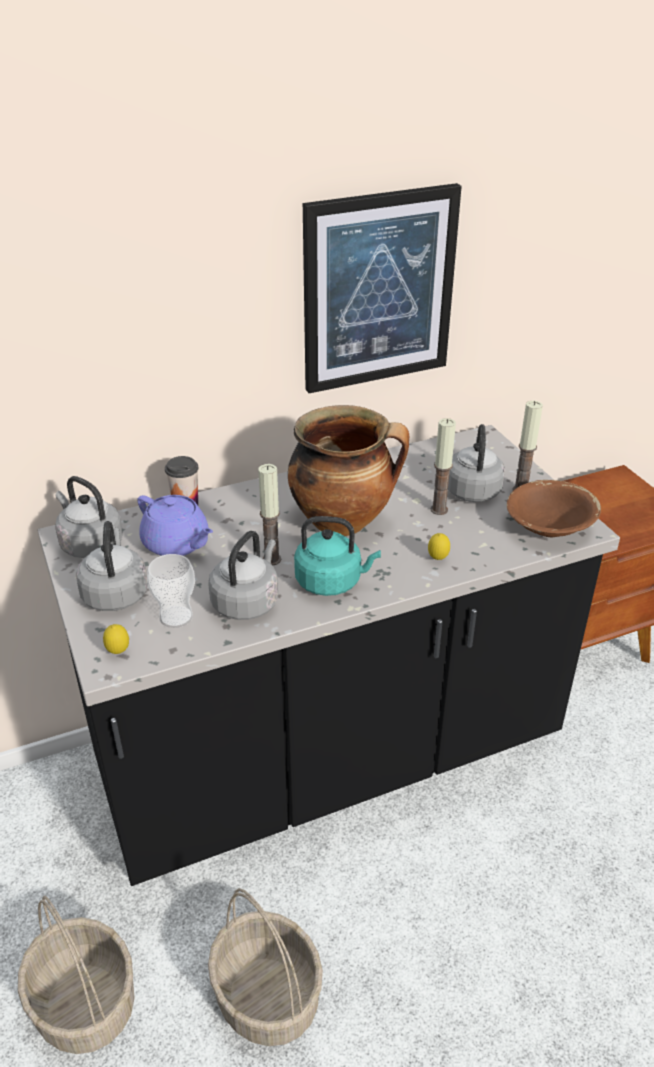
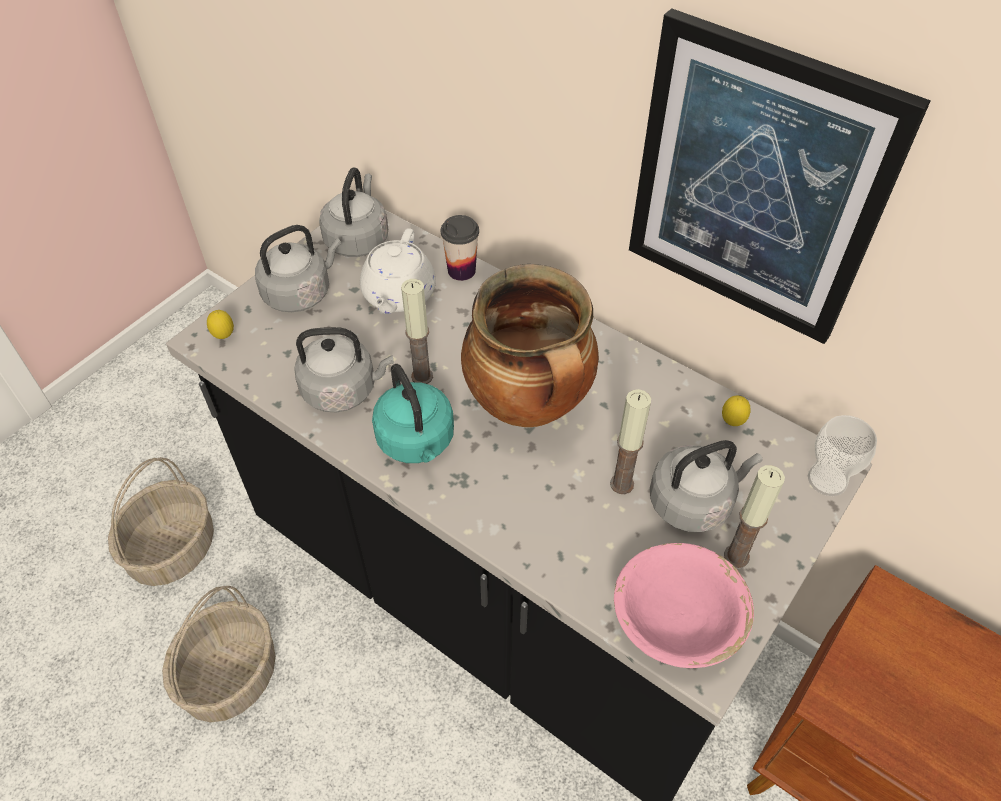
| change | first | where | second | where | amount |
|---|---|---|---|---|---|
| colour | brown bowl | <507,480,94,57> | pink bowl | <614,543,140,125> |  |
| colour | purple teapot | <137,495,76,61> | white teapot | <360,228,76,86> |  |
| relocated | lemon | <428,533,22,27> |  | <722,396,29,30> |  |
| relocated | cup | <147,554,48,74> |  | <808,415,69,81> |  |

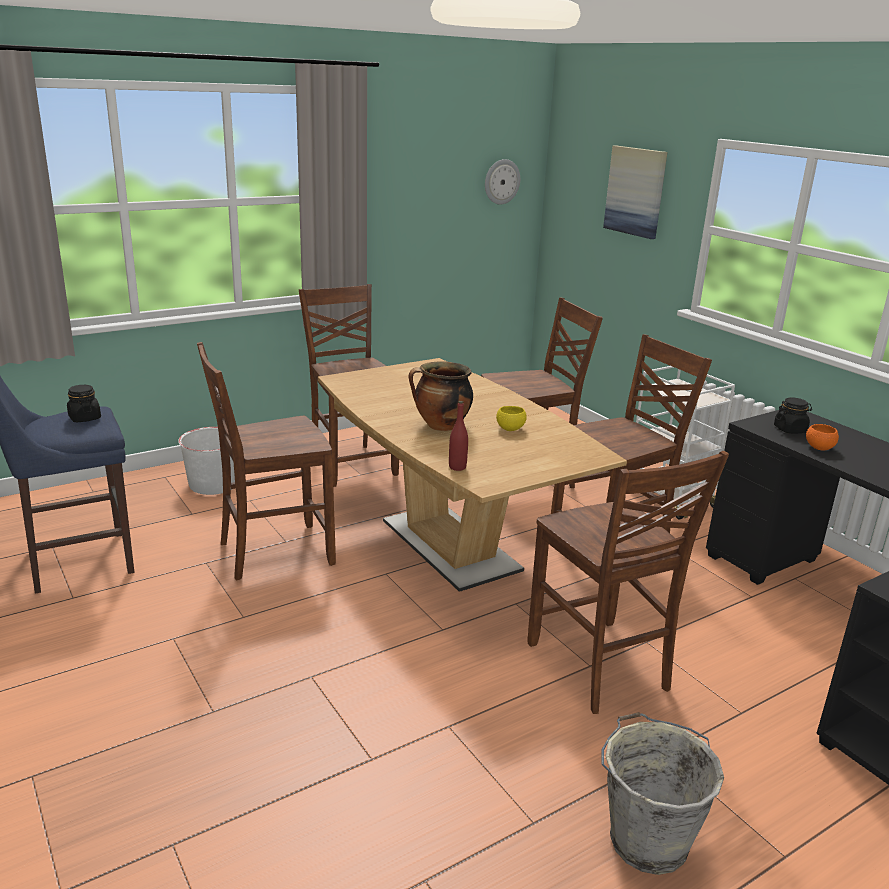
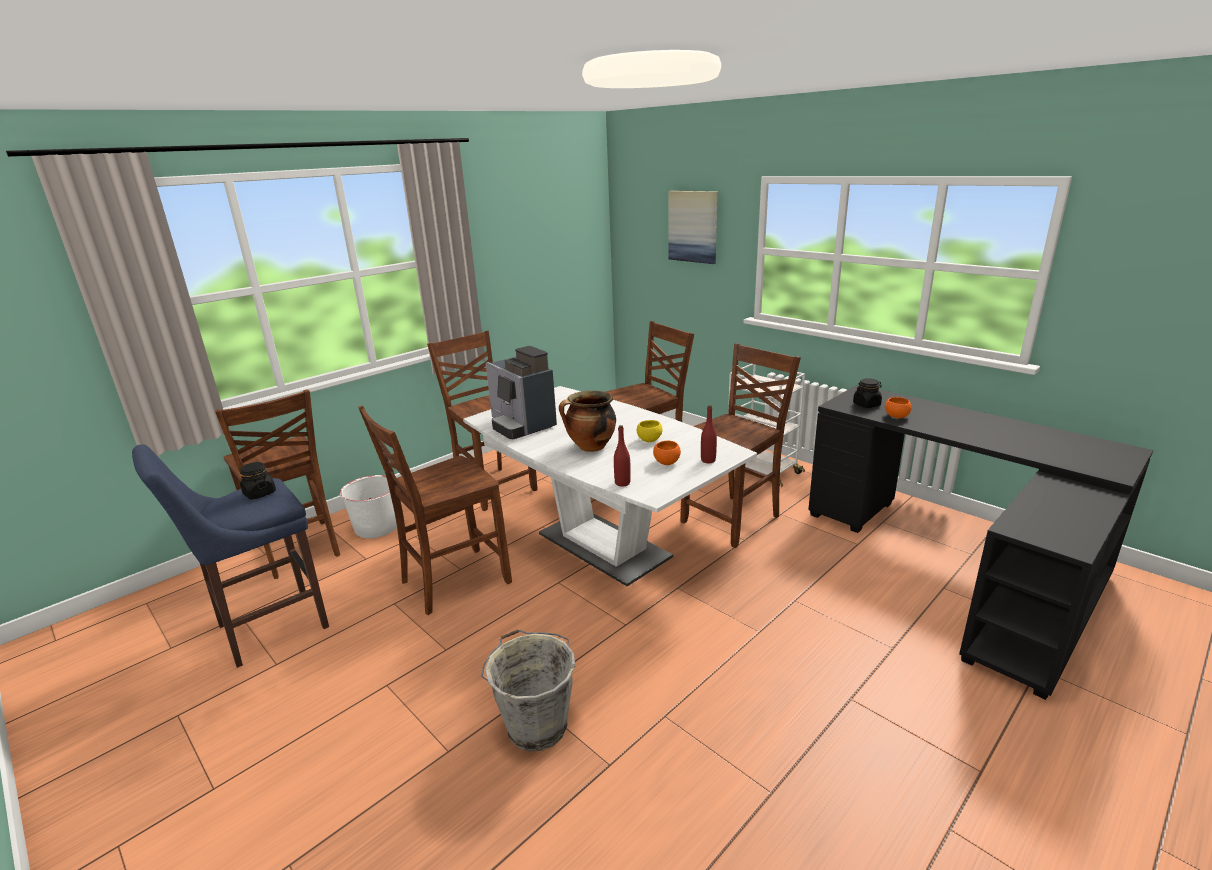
| change | first | where | second | where | amount |
|---|---|---|---|---|---|
| missing | wall clock | <485,159,35,45> |  |  |  |
| colour | brown dining table | <318,358,309,234> | white dining table | <463,386,294,200> |  |
| relocated | brown chair | <527,451,202,263> |  | <215,389,125,190> |  |
| relocated | grey bucket | <602,712,122,163> |  | <481,629,94,122> |  |
| appeared |  |  | coffee machine | <486,346,71,94> |  |
| appeared |  |  | red bottle | <701,405,16,58> |  |
| appeared |  |  | orange bowl | <653,441,28,24> |  |

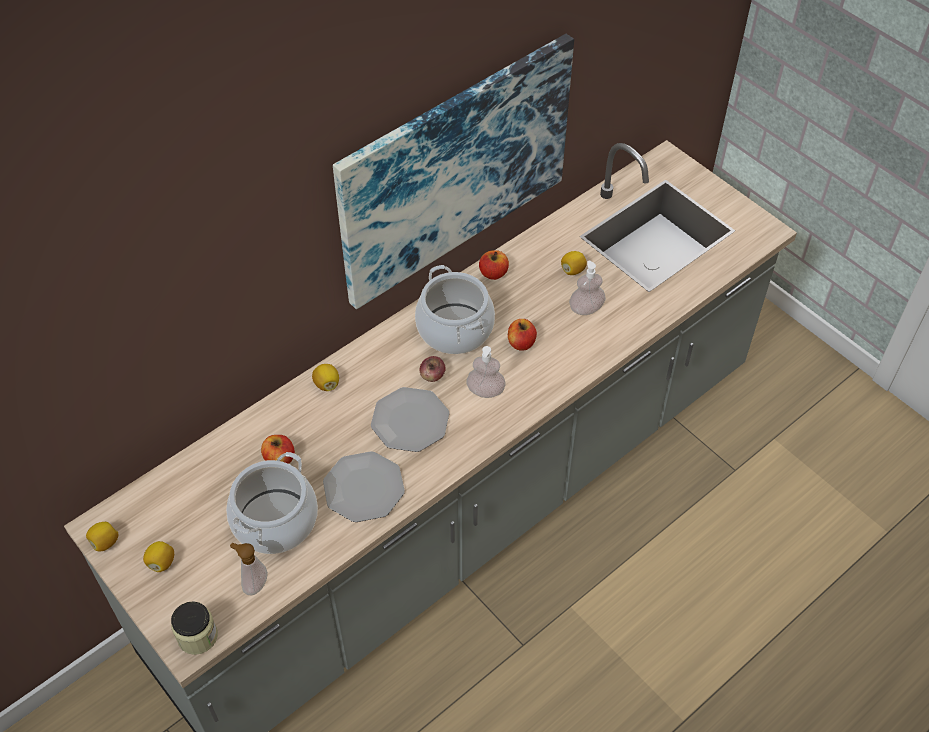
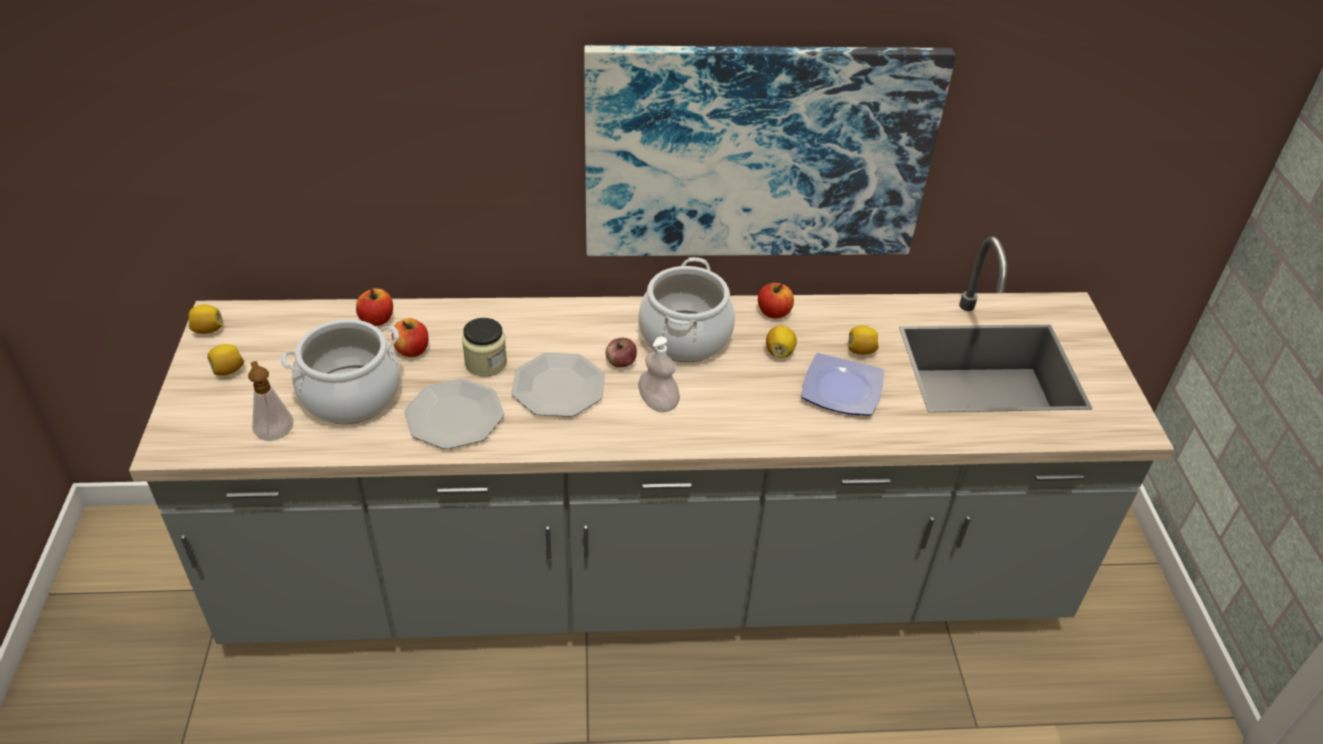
| change | first | where | second | where | amount |
|---|---|---|---|---|---|
| exchanged | soap dispenser | <569,260,37,55> | plate | <801,353,83,63> |  |
| relocated | apple | <508,319,29,32> |  | <356,288,37,38> |  |
| relocated | lemon | <312,364,27,27> |  | <766,326,31,32> |  |
| relocated | jar | <171,602,47,53> |  | <462,318,45,59> |  |

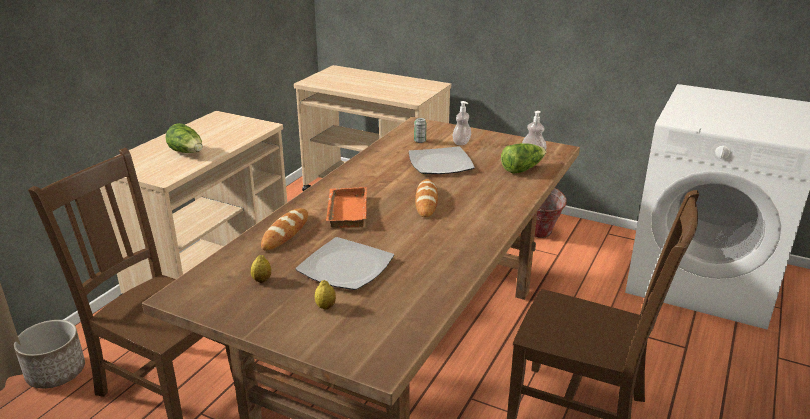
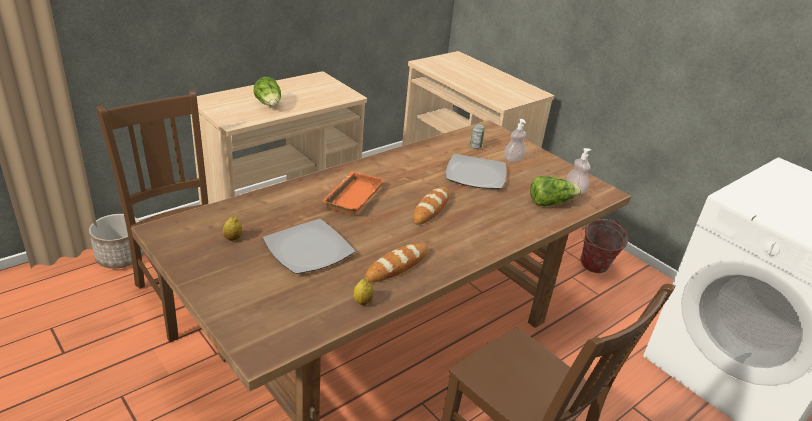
| change | first | where | second | where | amount |
|---|---|---|---|---|---|
| relocated | bread | <261,208,47,43> |  | <365,243,63,39> |  |
| relocated | lemon | <315,280,21,30> |  | <353,278,21,27> |  |

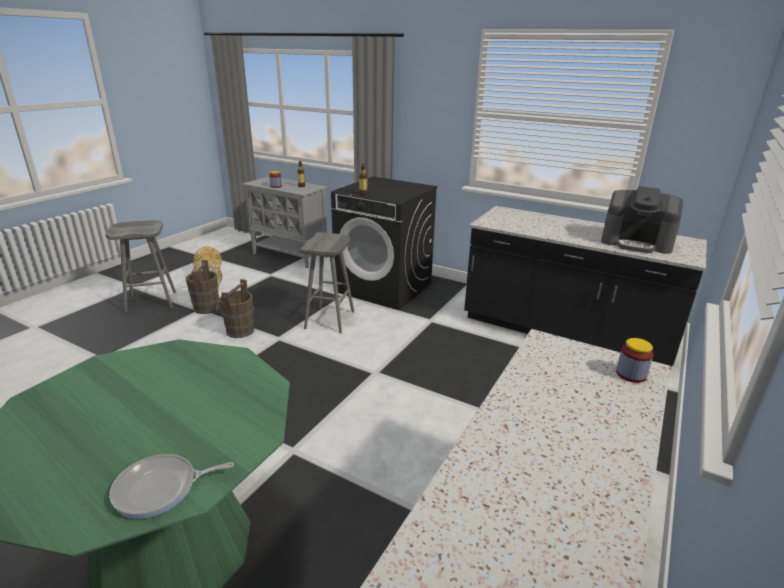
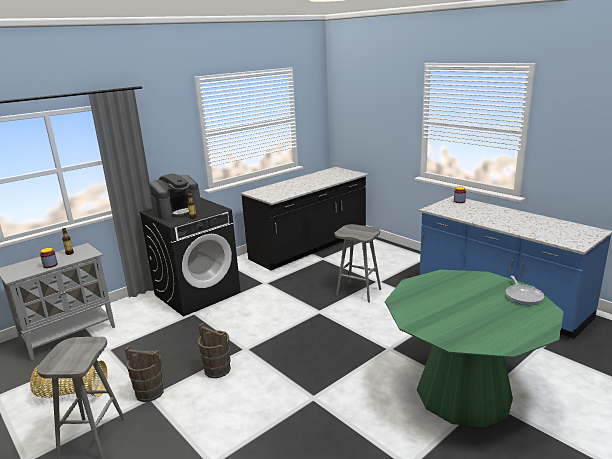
| change | first | where | second | where | amount |
|---|---|---|---|---|---|
| relocated | coffee machine | <601,186,82,68> |  | <150,173,51,47> |  |
| relocated | grey stool | <299,232,55,101> |  | <335,224,46,79> |  |

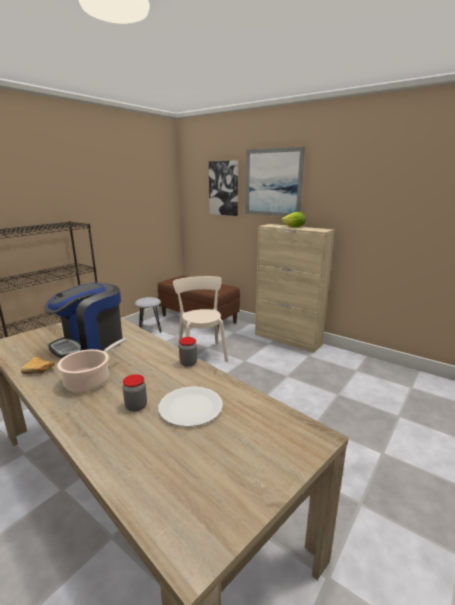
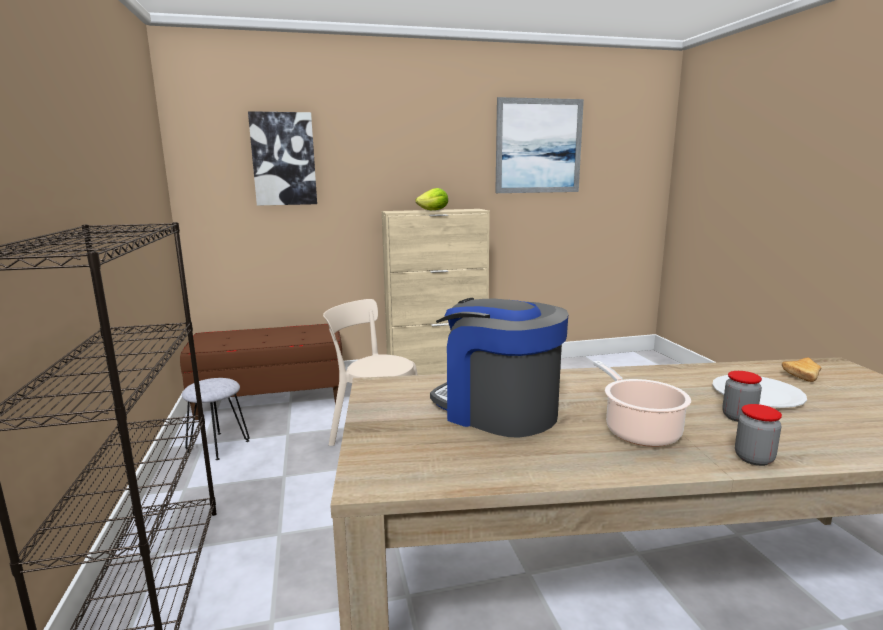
| change | first | where | second | where | amount |
|---|---|---|---|---|---|
| relocated | picture | <245,147,60,69> |  | <495,97,89,96> |  |
| spun | coffee machine | <44,282,79,76> |  | <430,298,138,140> | 135 degrees clockwise |
| relocated | jar | <179,337,18,30> |  | <735,404,47,62> |  |
| relocated | bread | <21,357,34,17> |  | <782,358,39,24> |  |

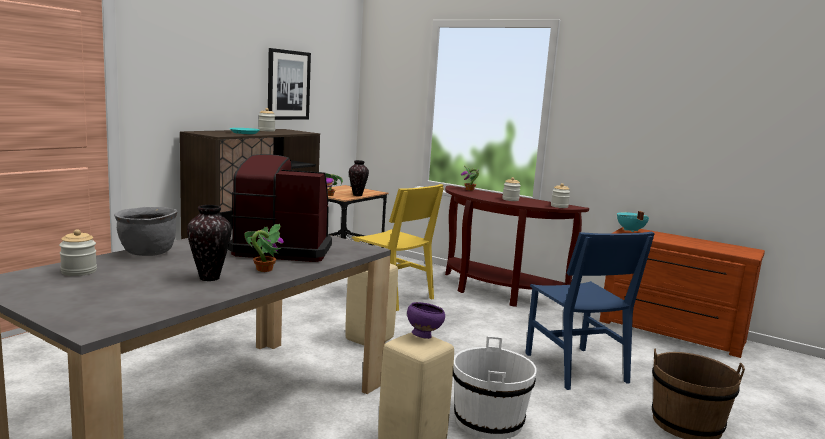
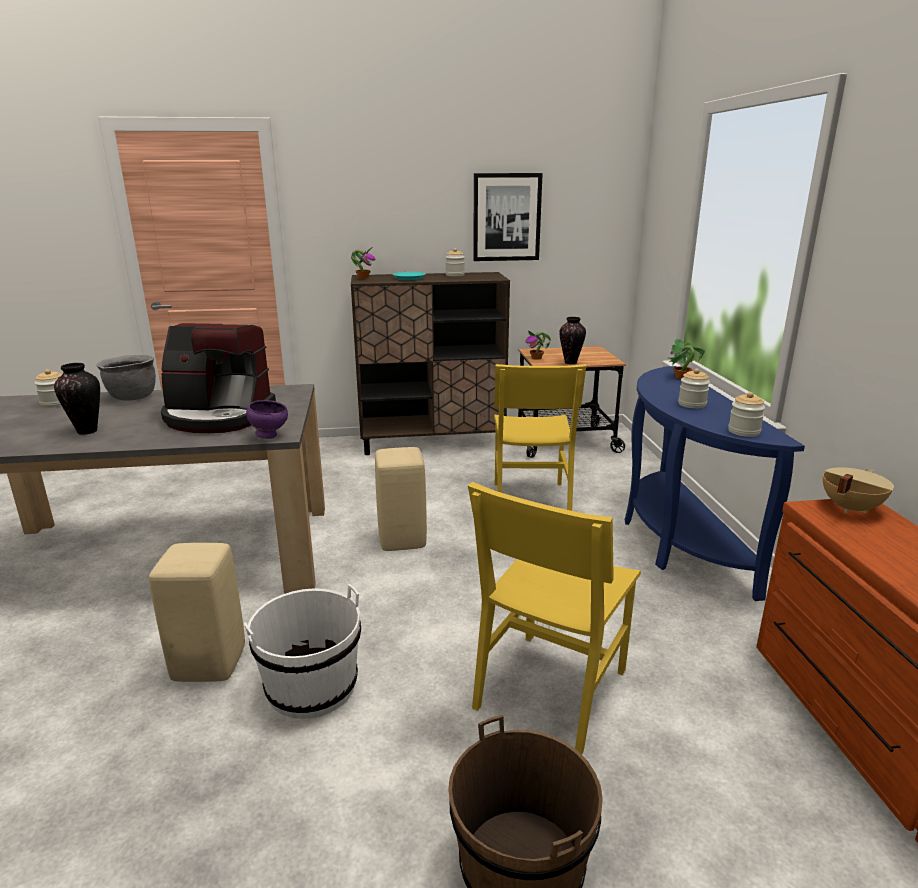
| change | first | where | second | where | amount |
|---|---|---|---|---|---|
| spun | coffee machine | <228,154,104,108> |  | <161,323,115,110> | 135 degrees clockwise |
| colour | brown console table | <445,185,144,122> | blue console table | <625,366,180,235> |  |
| colour | turquoise cooking pot | <617,211,32,21> | beige cooking pot | <823,468,71,45> |  |
| relocated | potted plant | <244,224,40,48> |  | <351,248,24,31> |  |
| colour | blue chair | <525,232,130,158> | yellow chair | <468,482,173,272> |  |
| relocated | purple bowl | <407,302,38,37> |  | <246,400,42,39> |  |

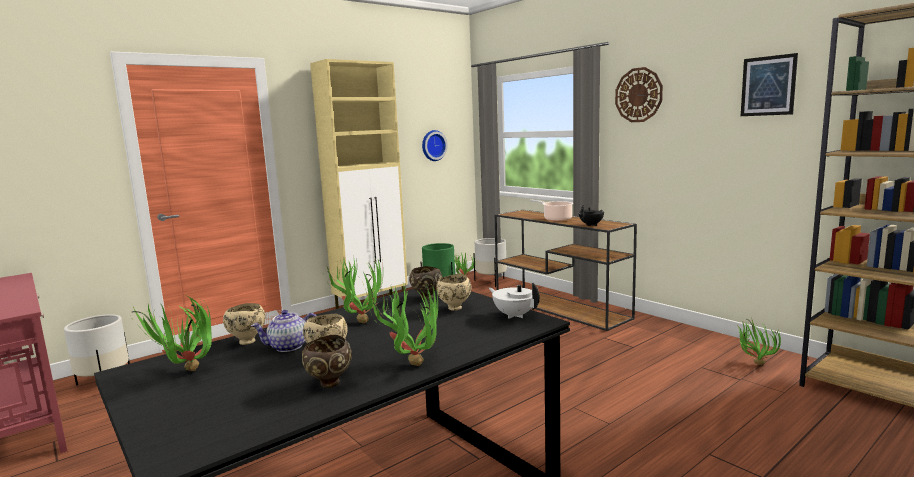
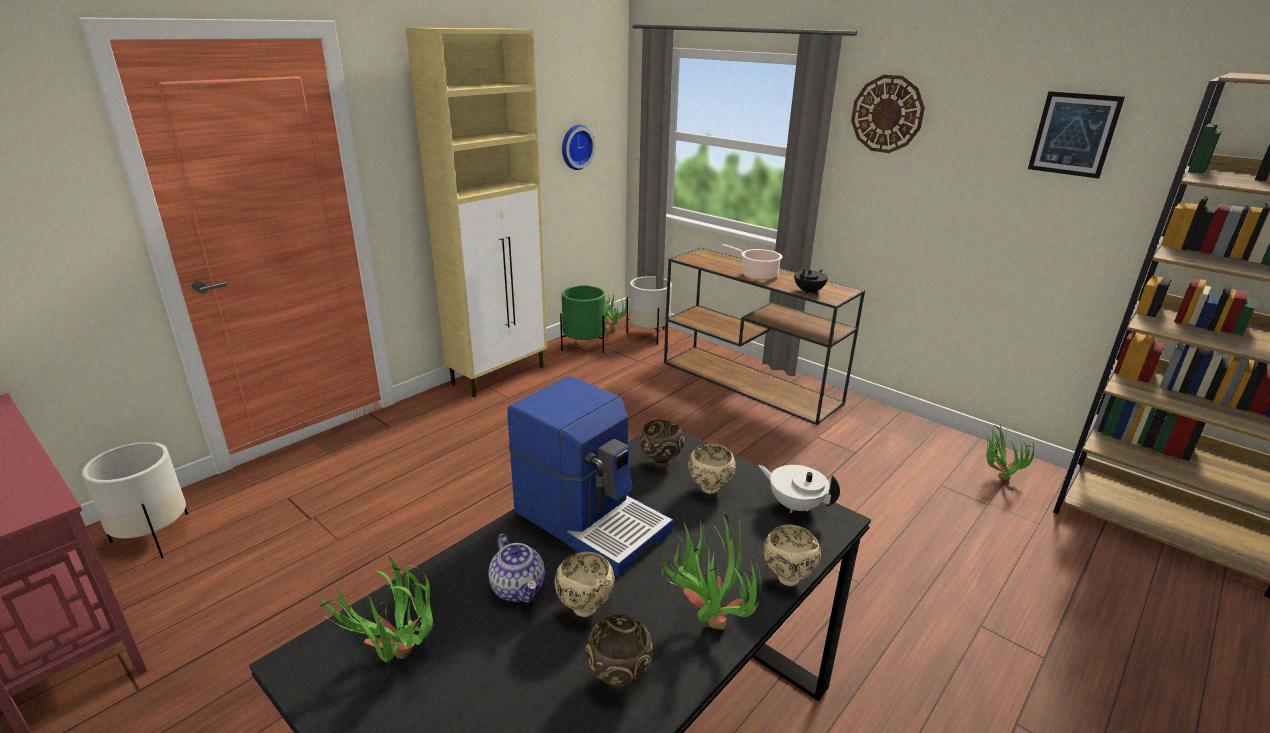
| change | first | where | second | where | amount |
|---|---|---|---|---|---|
| exchanged | potted plant | <327,254,56,69> | coffee machine | <507,376,166,201> |  |
| relocated | beige bowl | <223,303,43,42> |  | <763,525,58,61> |  |
| spun | teapot | <251,310,65,42> |  | <488,533,57,70> | 90 degrees counterclockwise |

